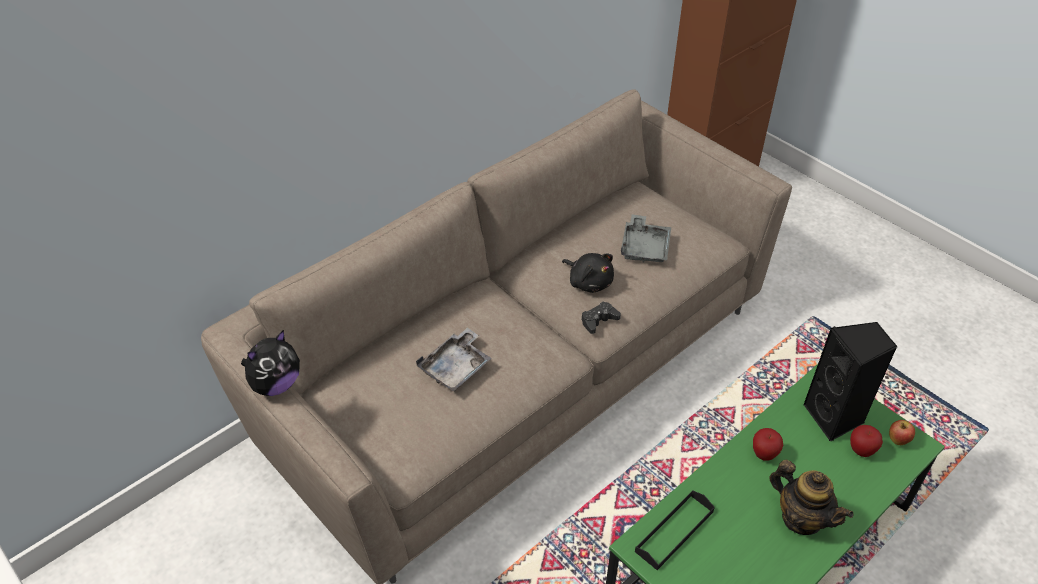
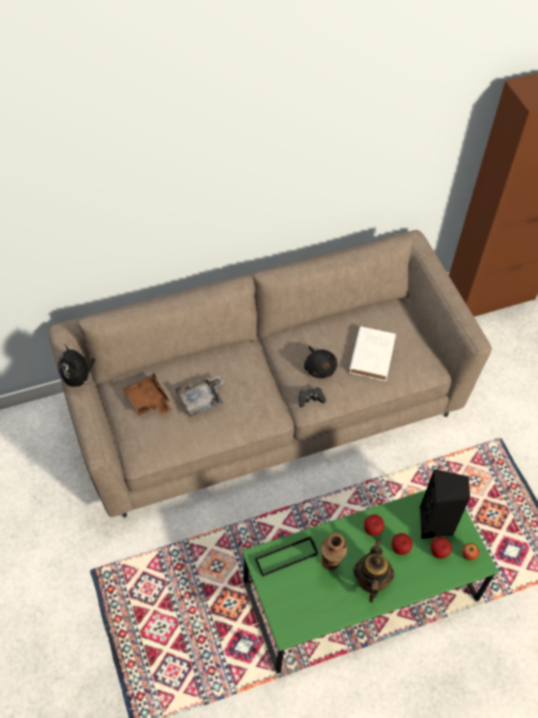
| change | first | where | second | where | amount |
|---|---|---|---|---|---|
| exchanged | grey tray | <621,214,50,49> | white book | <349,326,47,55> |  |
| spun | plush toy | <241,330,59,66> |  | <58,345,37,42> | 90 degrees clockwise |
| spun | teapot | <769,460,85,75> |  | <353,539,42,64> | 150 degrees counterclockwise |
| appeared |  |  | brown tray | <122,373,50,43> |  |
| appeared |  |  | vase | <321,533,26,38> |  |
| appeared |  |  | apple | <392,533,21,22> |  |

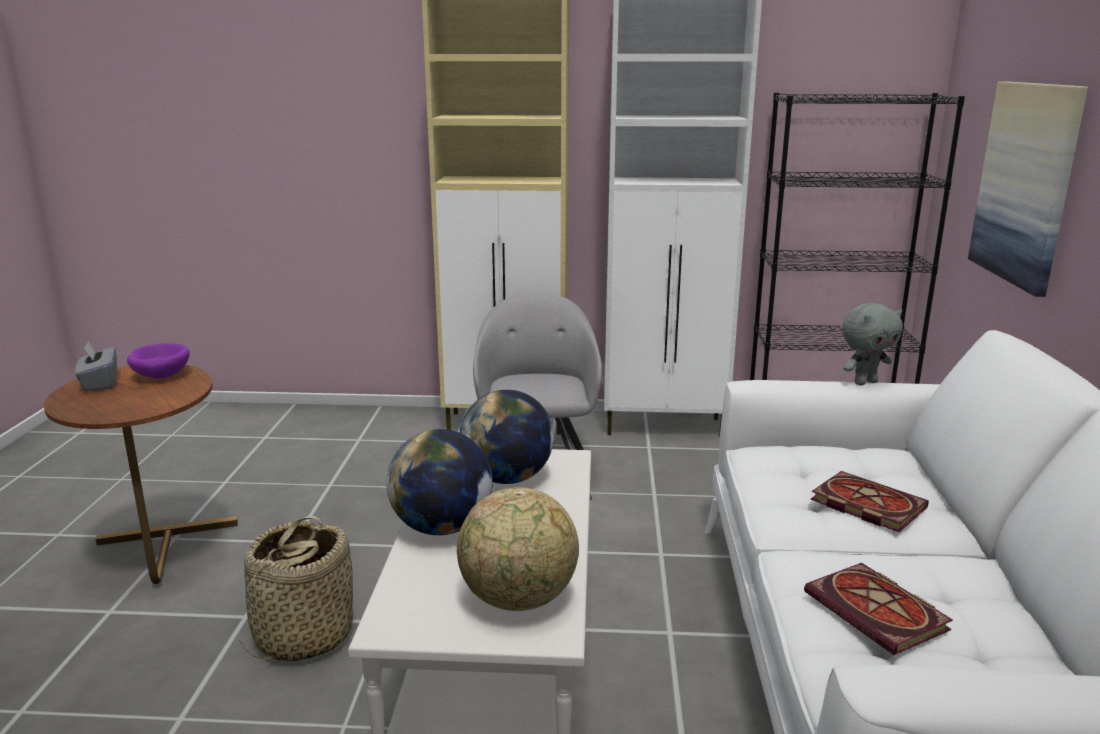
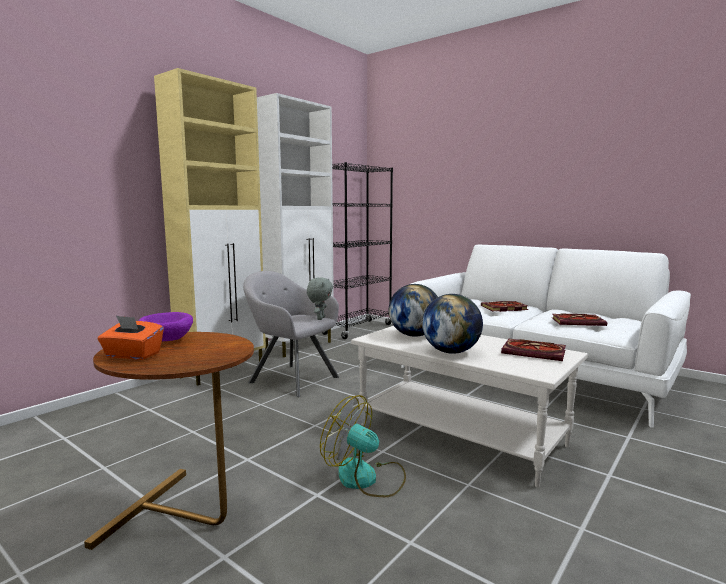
| change | first | where | second | where | amount |
|---|---|---|---|---|---|
| missing | picture | <968,81,120,216> |  |  |  |
| relocated | grey plush toy | <842,303,61,82> |  | <307,277,26,43> |  |
| colour | grey tissue box | <75,341,42,51> | orange tissue box | <98,316,66,44> |  |
| exchanged | globe | <457,487,122,124> | book | <501,339,65,22> |  |
| exchanged | basket | <239,516,114,145> | fan | <320,395,86,102> |  |

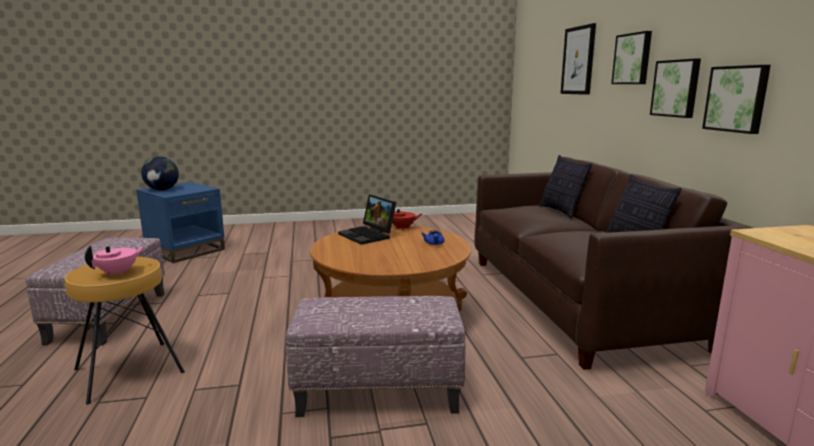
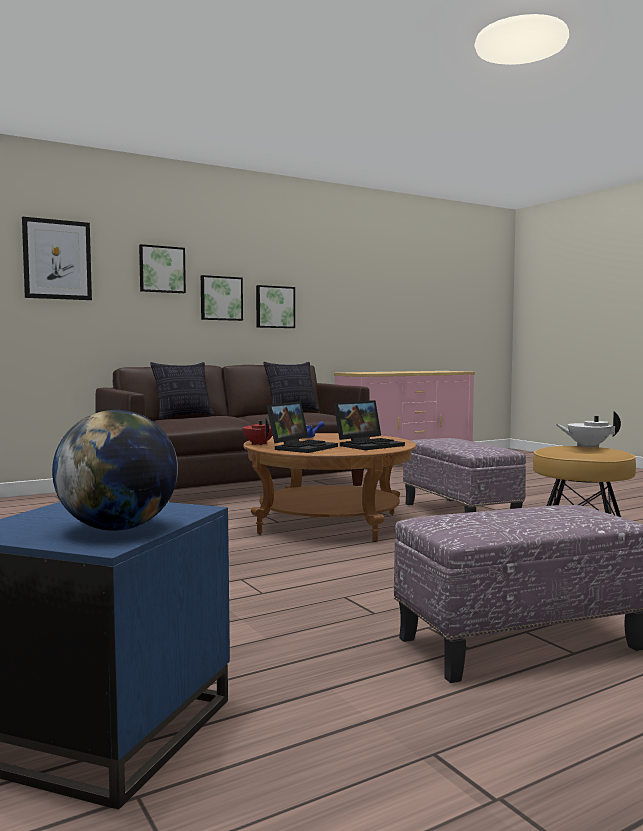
| change | first | where | second | where | amount |
|---|---|---|---|---|---|
| colour | pink teapot | <85,245,60,31> | white teapot | <555,411,66,37> |  |
| appeared |  |  | laptop | <334,400,71,50> |  |

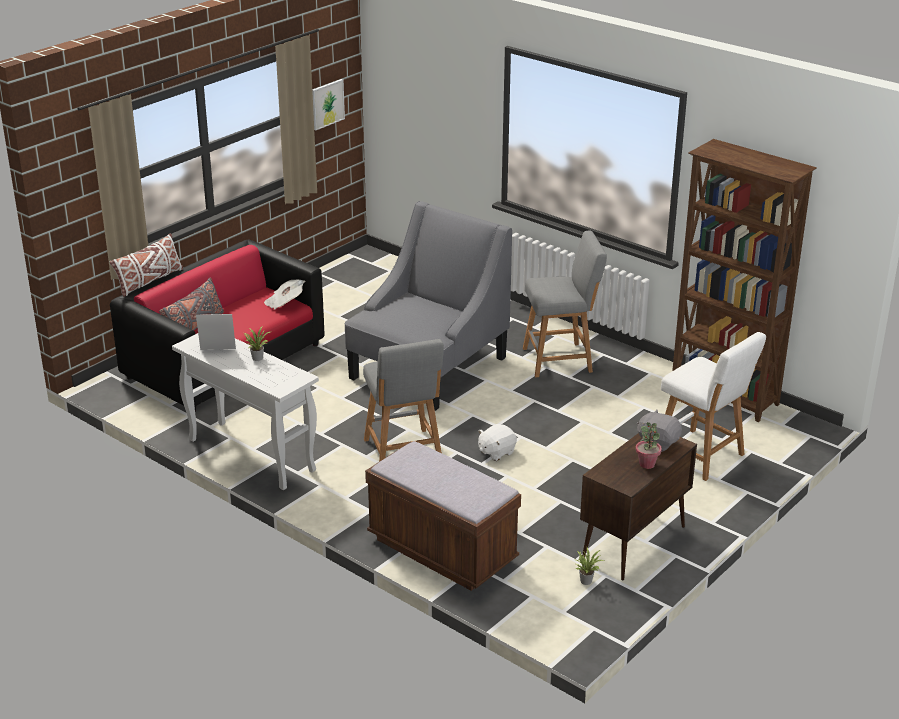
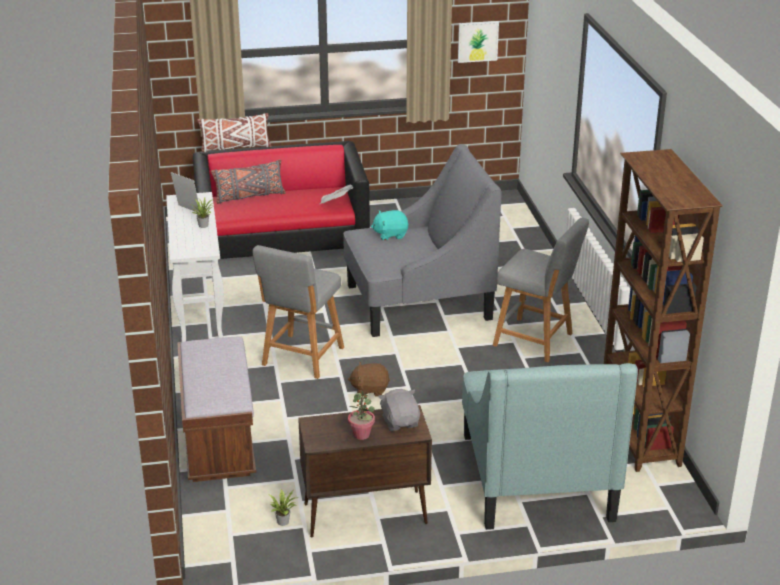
| change | first | where | second | where | amount |
|---|---|---|---|---|---|
| exchanged | white stool | <661,332,105,149> | turquoise armchair | <462,363,176,167> |  |
| colour | white plush toy | <478,424,39,37> | brown plush toy | <348,362,42,34> |  |
| appeared |  |  | turquoise plush toy | <371,210,37,30> |  |

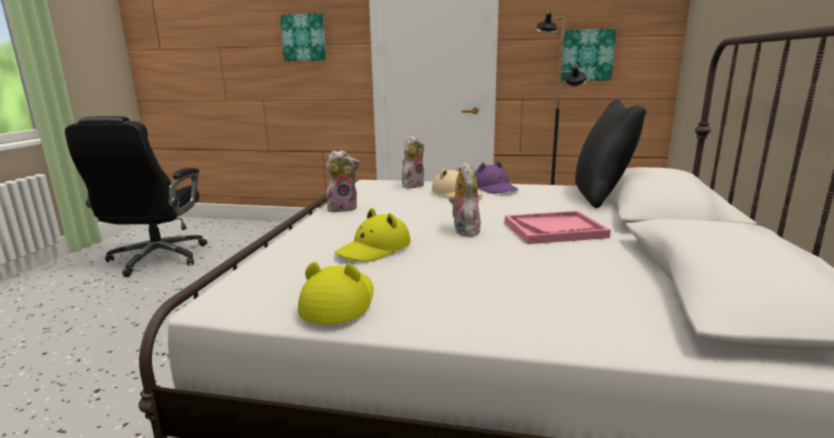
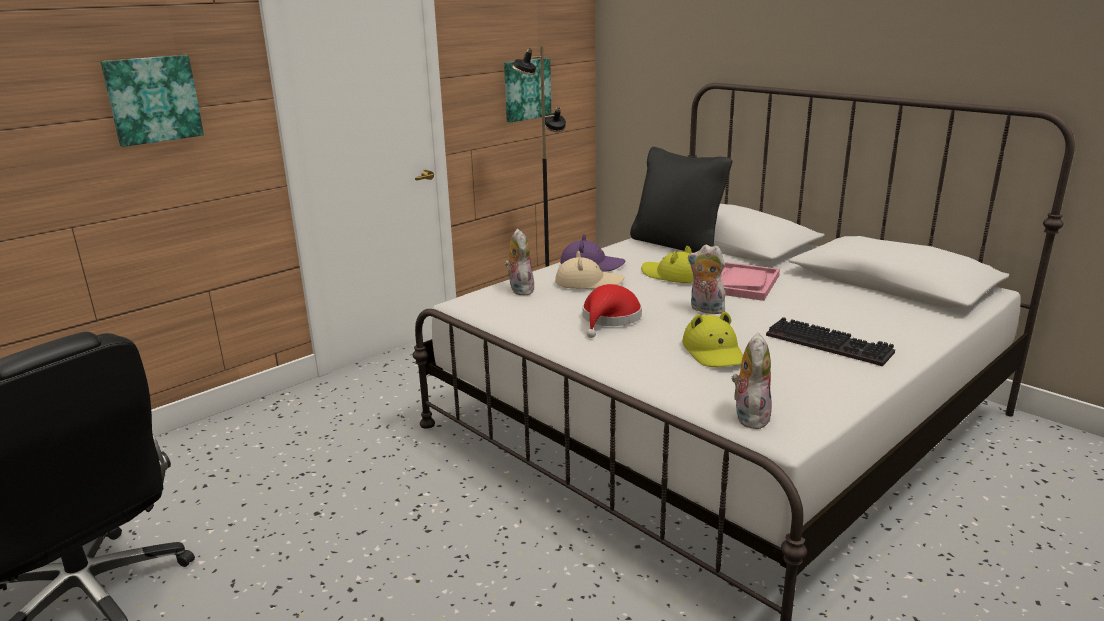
| change | first | where | second | where | amount |
|---|---|---|---|---|---|
| relocated | plush toy | <326,150,34,62> |  | <732,333,40,96> |  |
| relocated | yellow hat | <298,262,76,63> |  | <641,246,52,37> |  |
| appeared |  |  | red hat | <583,284,59,54> |  |
| appeared |  |  | keyboard | <766,317,129,49> |  |

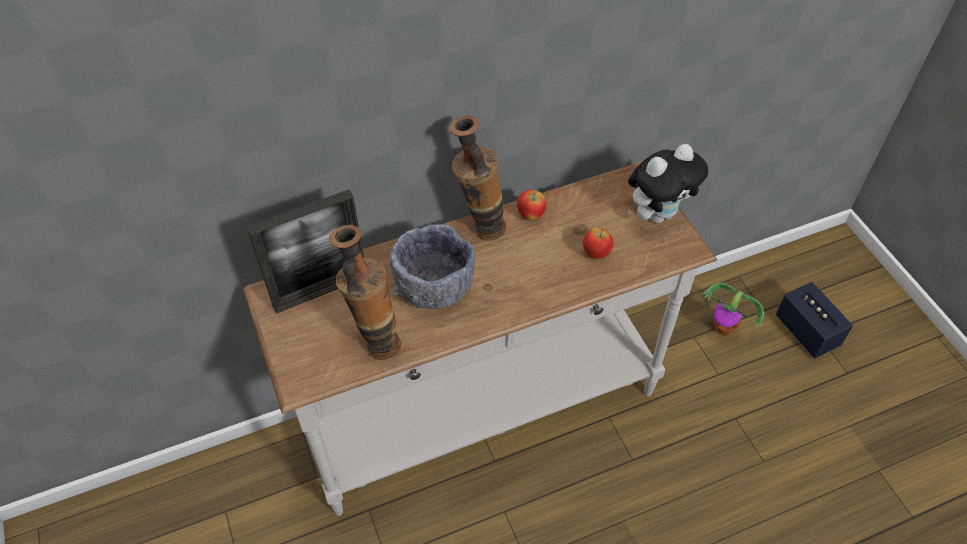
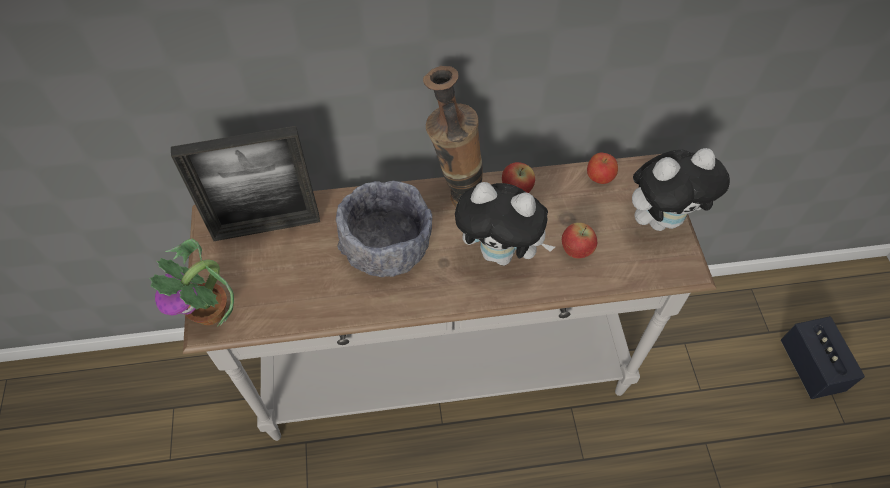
| change | first | where | second | where | amount |
|---|---|---|---|---|---|
| missing | vase | <329,225,72,135> |  |  |  |
| relocated | potted plant | <702,283,62,52> |  | <149,239,85,88> |  |
| appeared |  |  | apple | <587,153,31,31> |  |
| appeared |  |  | plush toy | <455,182,100,84> |  |

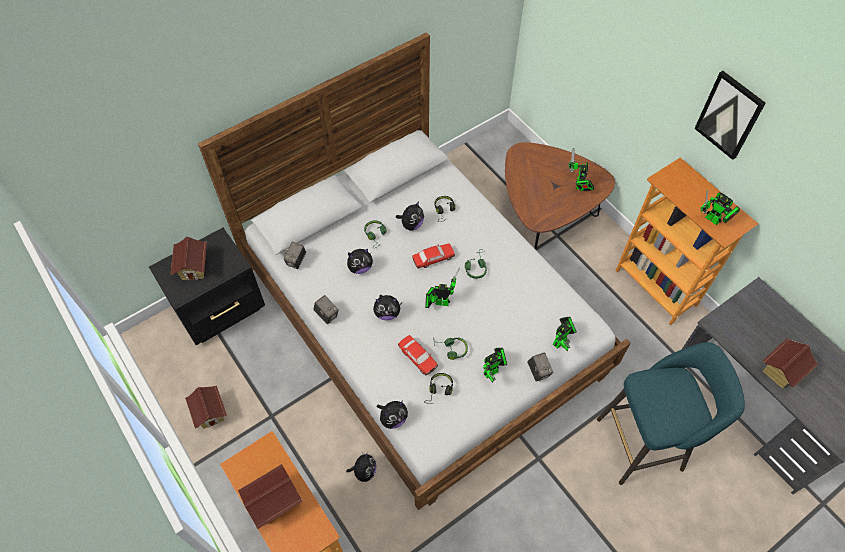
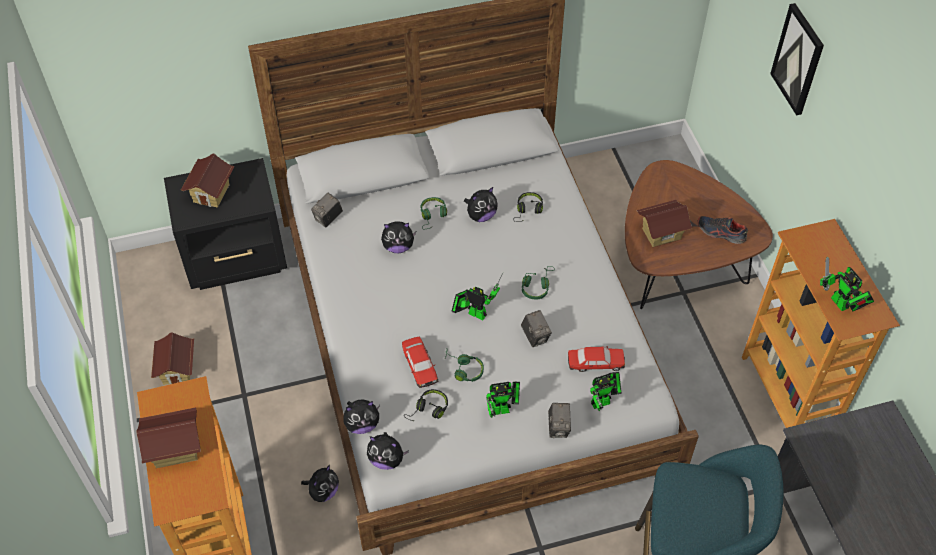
| change | first | where | second | where | amount |
|---|---|---|---|---|---|
| relocated | picture | <694,71,72,89> |  | <770,3,54,112> |  |
| exchanged | toy robot | <569,148,25,43> | shoe | <697,216,51,28> |  |
| relocated | toy car | <412,243,43,25> |  | <568,346,57,26> |  |
| relocated | photo camera | <313,295,26,29> |  | <521,310,31,37> |  |
| relocated | plush toy | <373,295,30,25> |  | <367,432,42,38> |  |
| relocated | toy house | <762,338,57,51> |  | <637,200,56,47> |  |

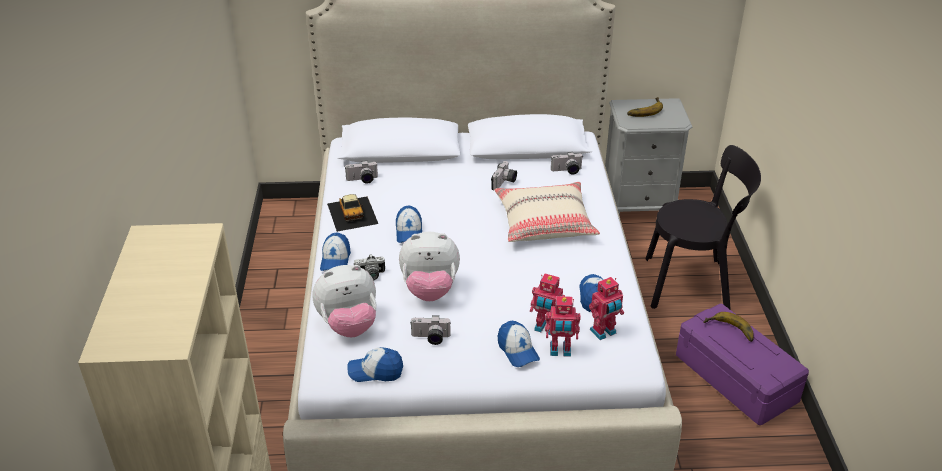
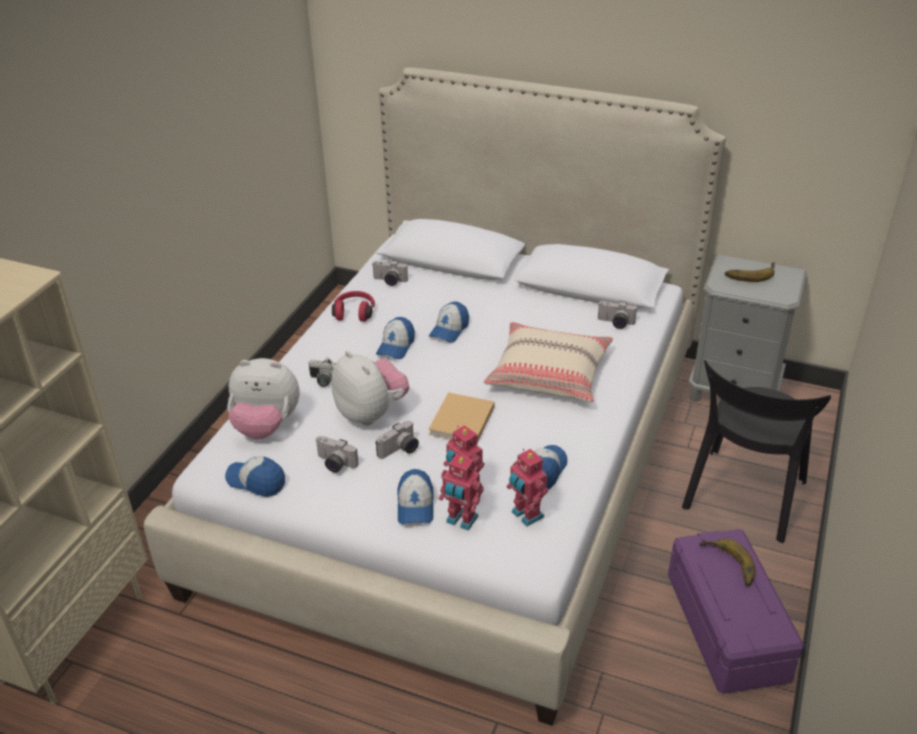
| change | first | where | second | where | amount |
|---|---|---|---|---|---|
| spun | black chair | <645,145,116,165> |  | <682,360,149,183> | 90 degrees clockwise |
| relocated | photo camera | <491,161,26,29> |  | <376,421,43,38> |  |
| exchanged | toy car | <327,194,51,38> | red headphones | <332,291,43,31> |  |
| spun | plush toy | <399,232,61,69> |  | <331,351,78,75> | 150 degrees counterclockwise |
| relocated | cap | <320,233,31,38> |  | <429,302,40,41> |  |
| spun | toy robot | <589,277,35,63> |  | <507,449,41,77> | 60 degrees clockwise |
| appeared |  |  | beige book | <428,392,66,53> |  |

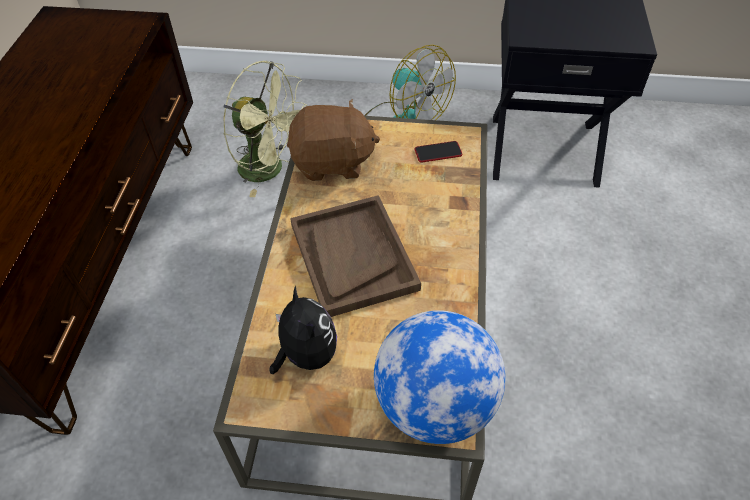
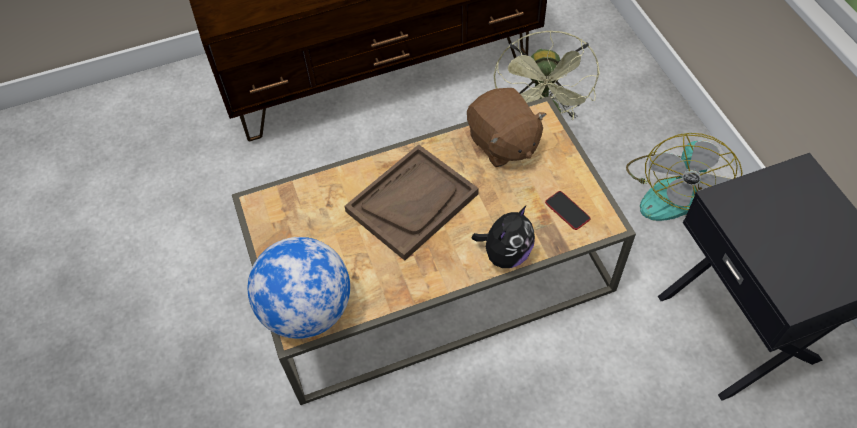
| change | first | where | second | where | amount |
|---|---|---|---|---|---|
| relocated | plush toy | <269,285,68,89> |  | <471,206,64,62> |  |

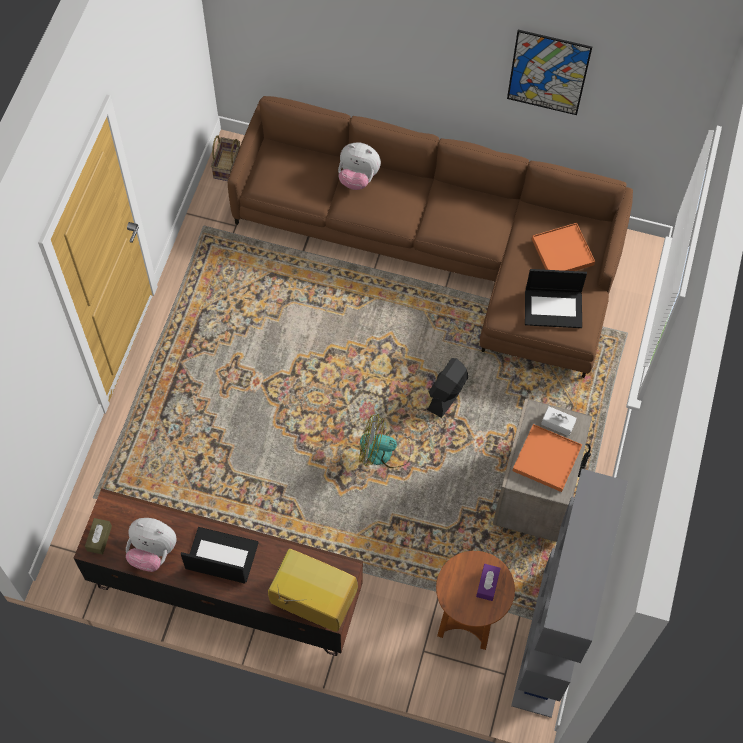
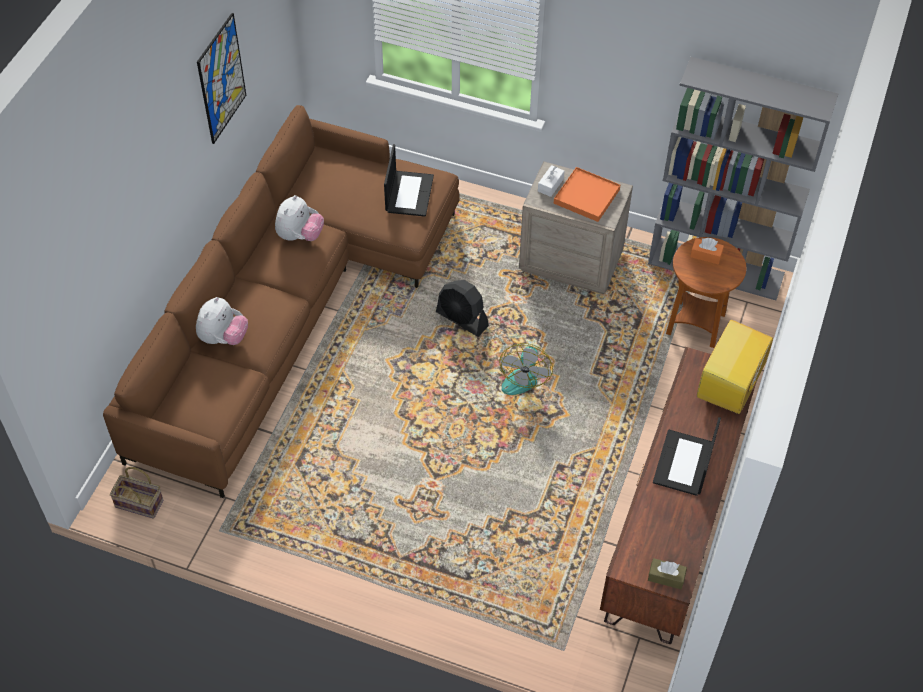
| change | first | where | second | where | amount |
|---|---|---|---|---|---|
| missing | orange tray | <532,223,63,48> |  |  |  |
| relocated | plush toy | <126,518,50,54> |  | <275,195,49,46> |  |
| colour | purple tissue box | <476,564,25,37> | orange tissue box | <690,238,34,26> |  |

